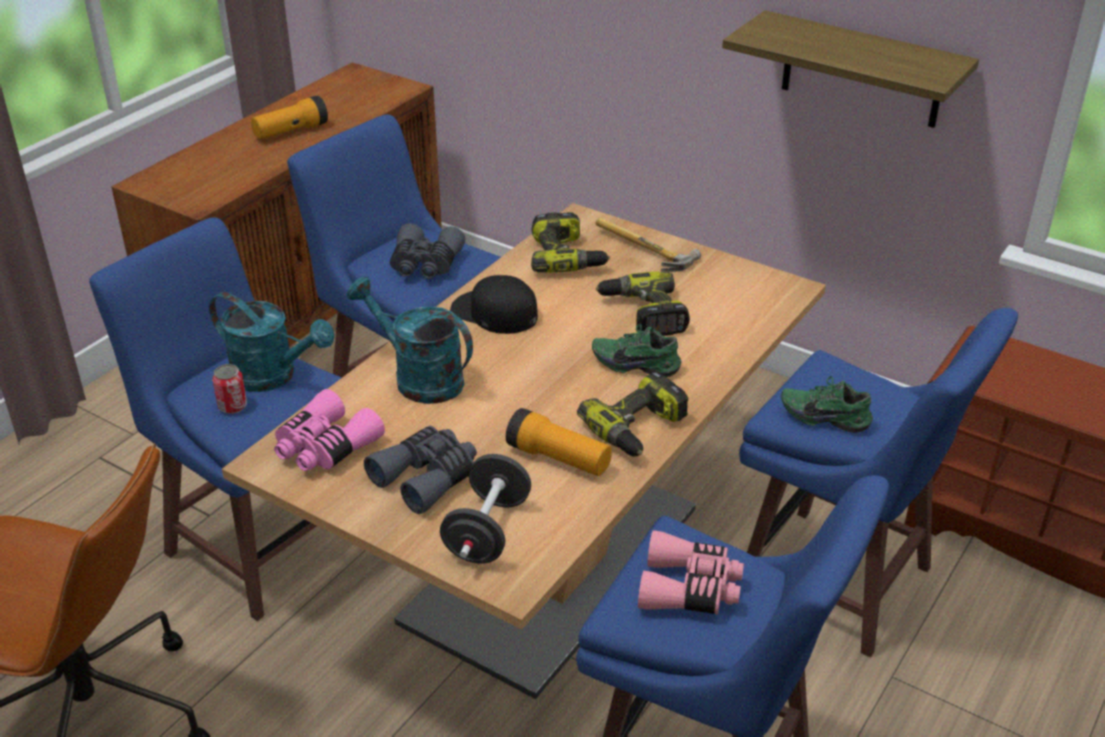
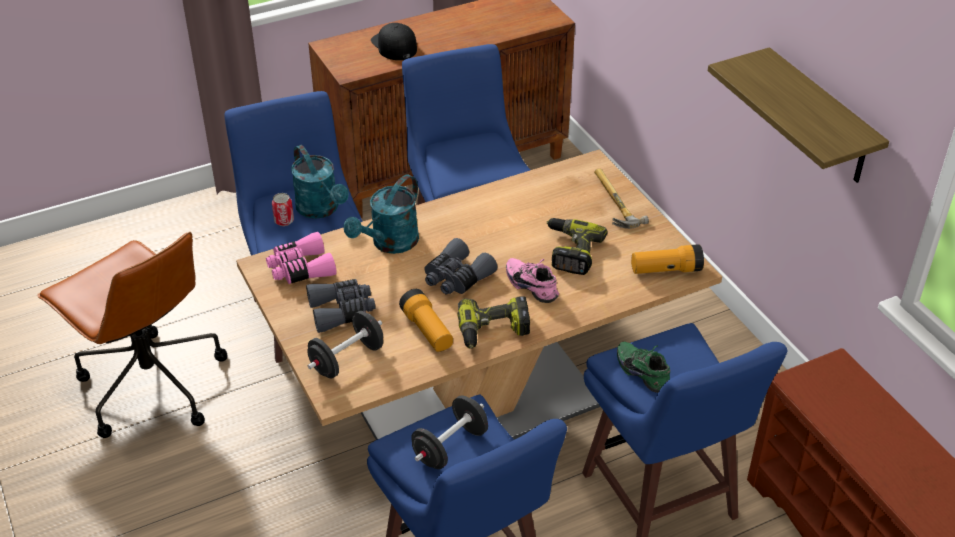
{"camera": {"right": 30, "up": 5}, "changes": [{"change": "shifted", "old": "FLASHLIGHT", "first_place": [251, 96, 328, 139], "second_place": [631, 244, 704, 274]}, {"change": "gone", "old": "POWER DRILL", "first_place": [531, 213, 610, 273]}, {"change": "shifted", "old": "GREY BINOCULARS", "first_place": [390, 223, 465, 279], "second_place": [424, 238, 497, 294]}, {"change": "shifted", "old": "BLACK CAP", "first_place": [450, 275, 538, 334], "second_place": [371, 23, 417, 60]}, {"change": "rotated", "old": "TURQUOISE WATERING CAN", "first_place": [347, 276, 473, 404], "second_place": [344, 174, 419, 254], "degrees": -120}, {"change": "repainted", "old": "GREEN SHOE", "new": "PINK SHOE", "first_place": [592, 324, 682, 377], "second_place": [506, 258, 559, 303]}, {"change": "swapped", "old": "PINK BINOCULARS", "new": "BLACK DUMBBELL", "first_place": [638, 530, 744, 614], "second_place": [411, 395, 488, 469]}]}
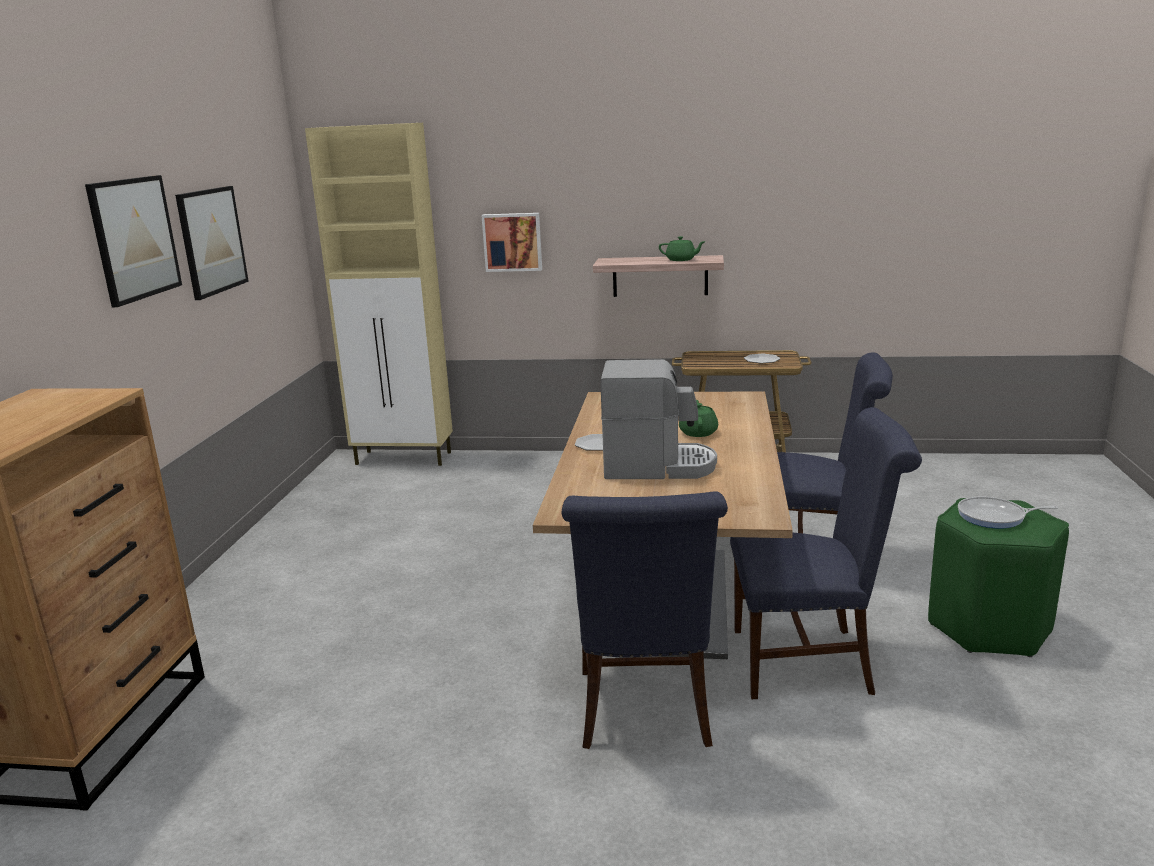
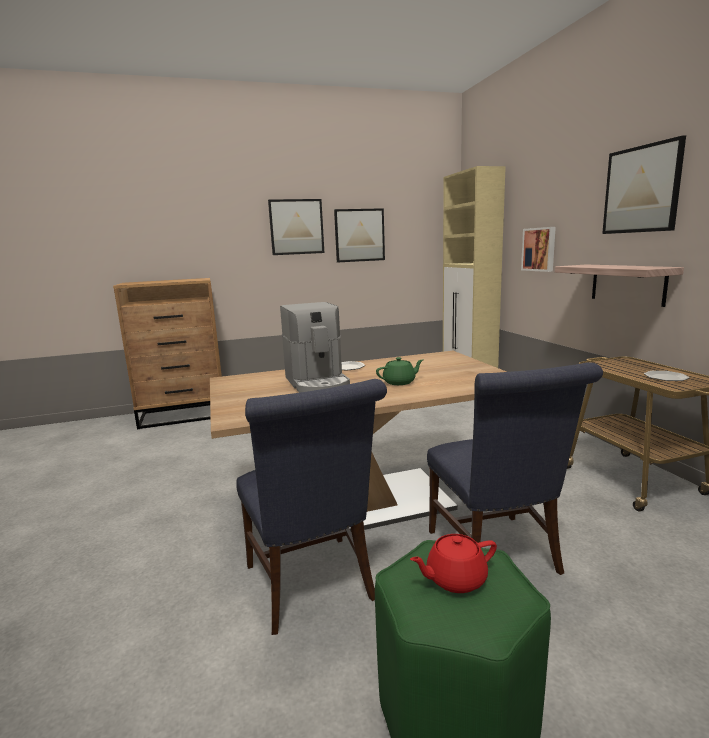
{"camera": {"right": 65, "up": -5}, "changes": [{"change": "gone", "old": "GREEN TEAPOT", "first_place": [659, 236, 706, 261]}, {"change": "gone", "old": "BLUE CHAIR", "first_place": [562, 491, 728, 749]}, {"change": "swapped", "old": "FRYING PAN", "new": "RED TEAPOT", "first_place": [958, 496, 1058, 529], "second_place": [410, 534, 497, 593]}, {"change": "new", "new": "PICTURE", "second_place": [602, 135, 686, 234]}]}
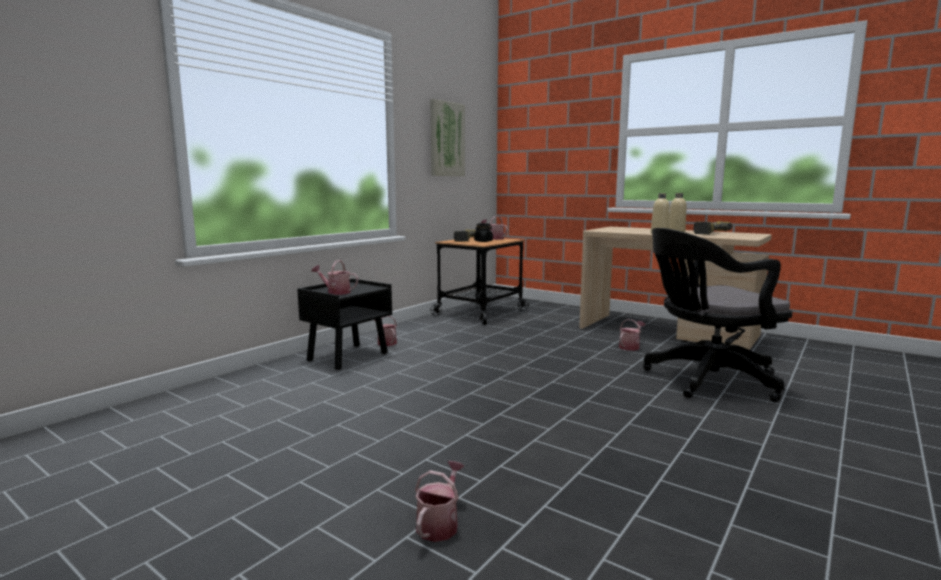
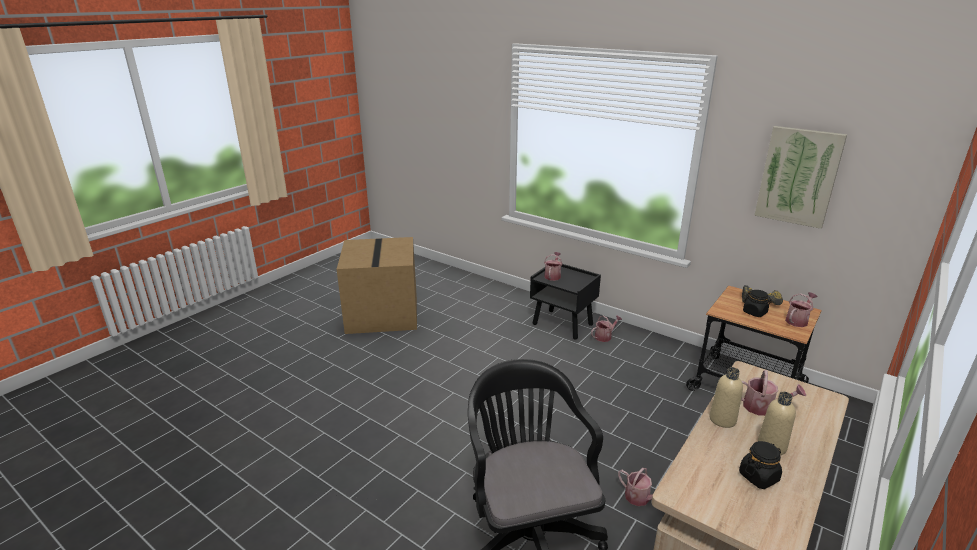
{"camera": {"right": 90, "up": 15}, "changes": [{"change": "swapped", "old": "POWER DRILL", "new": "BLACK JAR", "first_place": [693, 221, 732, 235], "second_place": [739, 441, 782, 489]}, {"change": "shifted", "old": "WATERING CAN", "first_place": [415, 461, 464, 542], "second_place": [741, 370, 806, 416]}, {"change": "new", "new": "CARDBOARD BOX", "second_place": [337, 237, 417, 334]}]}
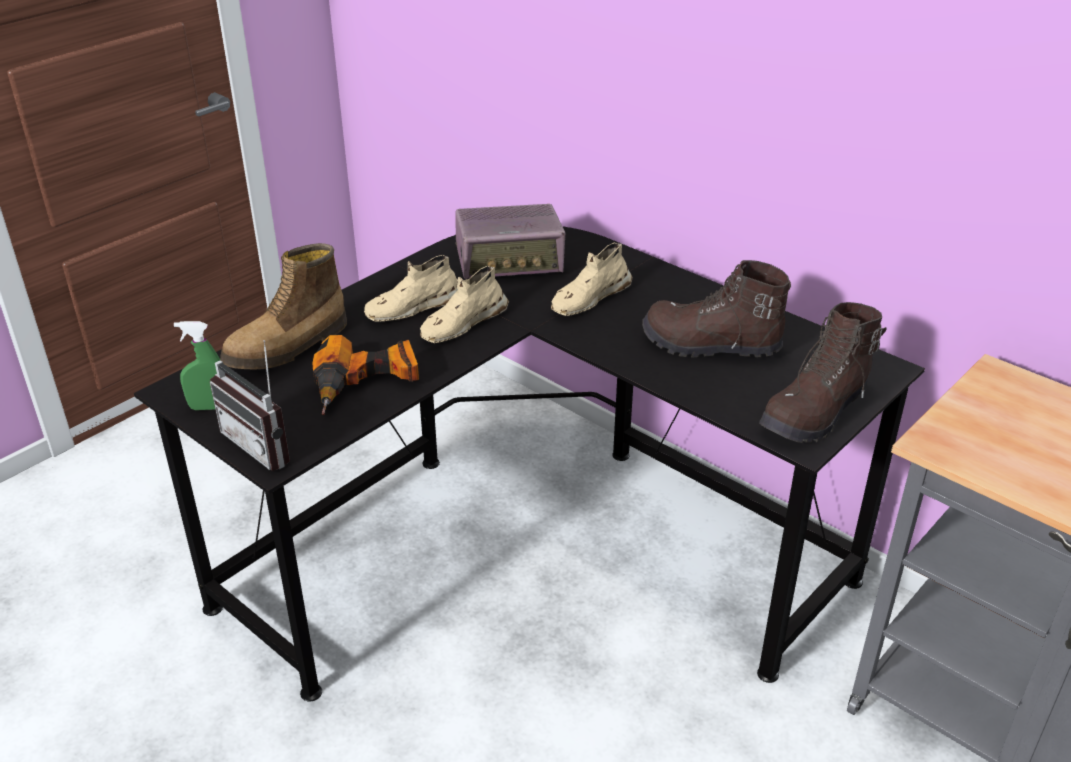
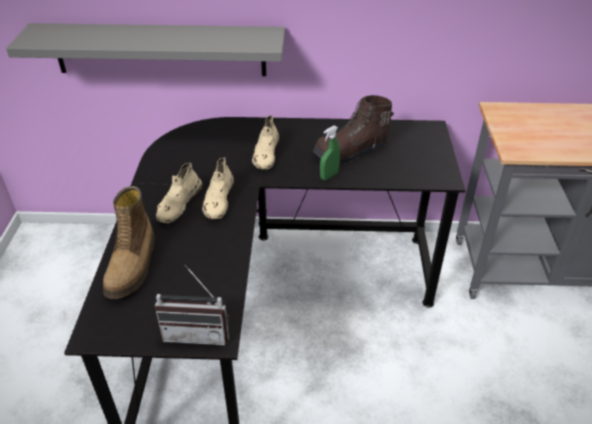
{"camera": {"right": -40, "up": 5}, "changes": [{"change": "gone", "old": "RADIO", "first_place": [455, 204, 565, 279]}, {"change": "gone", "old": "BROWN BOOT", "first_place": [759, 302, 887, 443]}, {"change": "shifted", "old": "GREEN SPRAY BOTTLE", "first_place": [174, 321, 220, 410], "second_place": [320, 126, 340, 180]}, {"change": "gone", "old": "POWER DRILL", "first_place": [312, 335, 419, 415]}, {"change": "new", "new": "GREY SHELF", "second_place": [6, 23, 285, 76]}]}
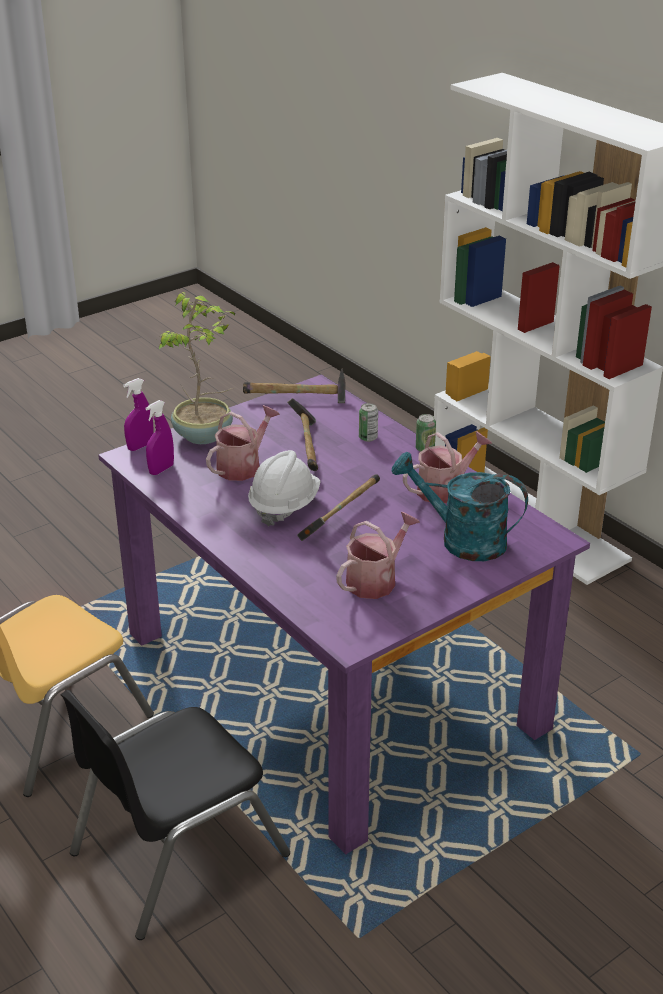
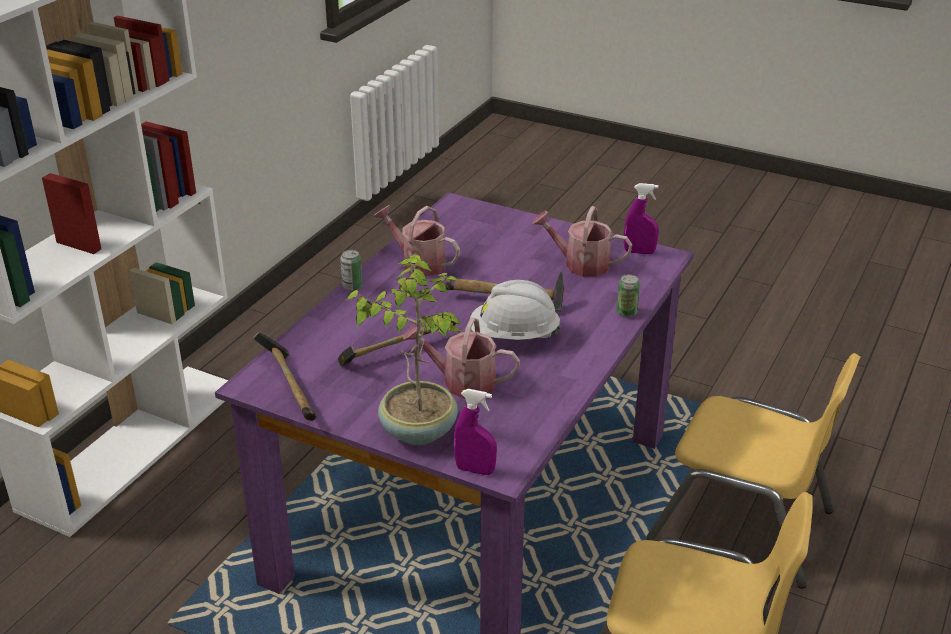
{"camera": {"right": -115, "up": 0}, "changes": [{"change": "shifted", "old": "PURPLE SPRAY BOTTLE", "first_place": [145, 400, 174, 475], "second_place": [624, 183, 659, 255]}, {"change": "shifted", "old": "CAN", "first_place": [359, 403, 378, 442], "second_place": [616, 274, 640, 317]}, {"change": "gone", "old": "TURQUOISE WATERING CAN", "first_place": [391, 452, 528, 561]}, {"change": "repainted", "old": "BLACK CHAIR", "new": "YELLOW CHAIR", "first_place": [61, 690, 290, 940], "second_place": [646, 353, 861, 589]}]}
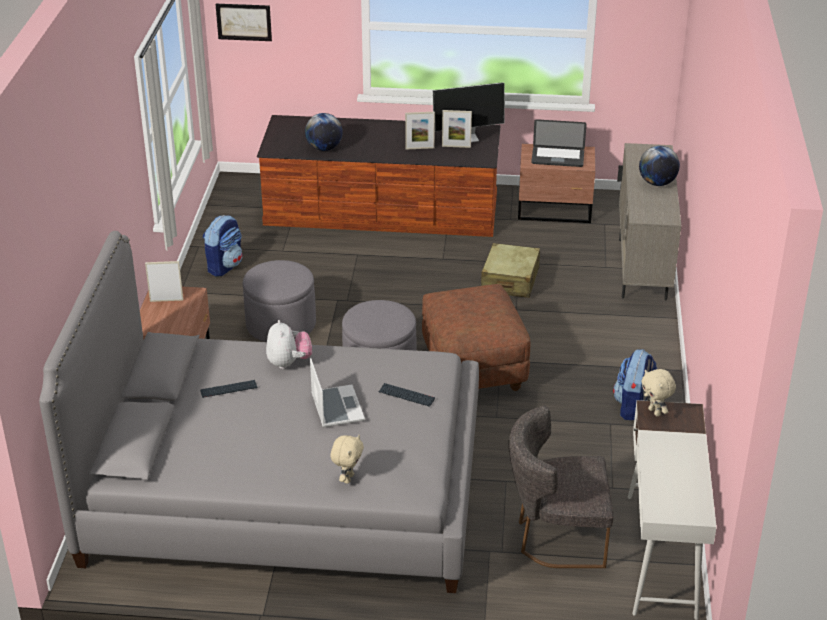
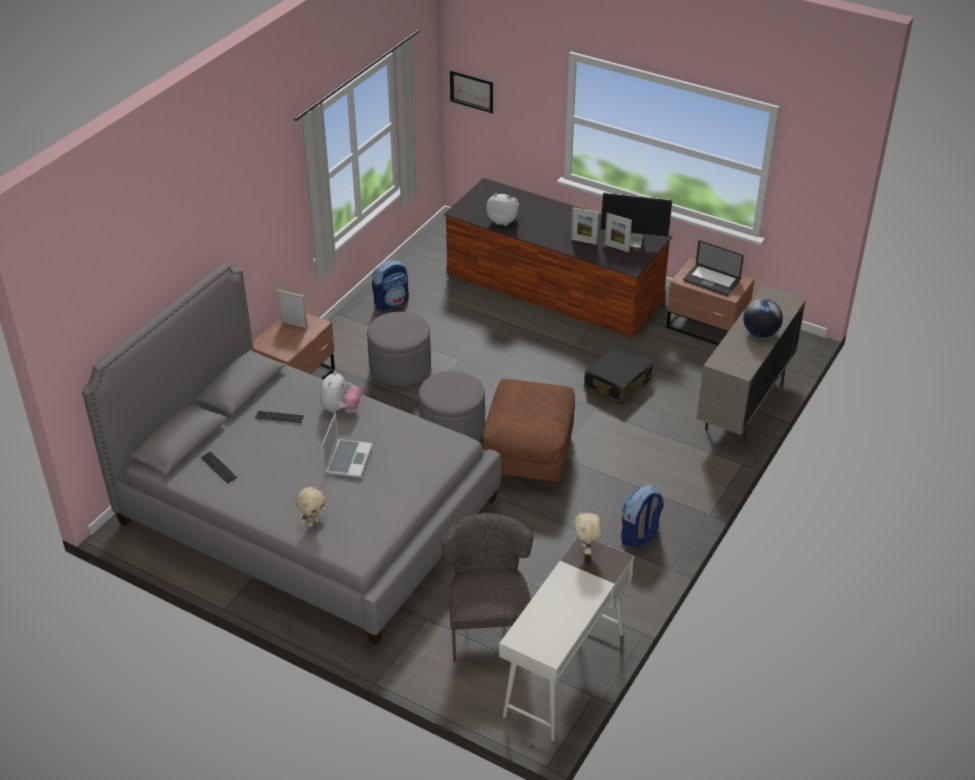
{"camera": {"right": 25, "up": 5}, "changes": [{"change": "swapped", "old": "GLOBE", "new": "PLUSH TOY", "first_place": [305, 113, 343, 151], "second_place": [486, 193, 519, 226]}, {"change": "repainted", "old": "BEIGE SUITCASE", "new": "BLACK SUITCASE", "first_place": [481, 243, 540, 298], "second_place": [584, 345, 653, 405]}, {"change": "shifted", "old": "KEYBOARD", "first_place": [379, 383, 435, 407], "second_place": [200, 451, 237, 484]}, {"change": "rotated", "old": "GREY CHAIR", "first_place": [508, 405, 613, 568], "second_place": [441, 513, 534, 662], "degrees": 60}]}
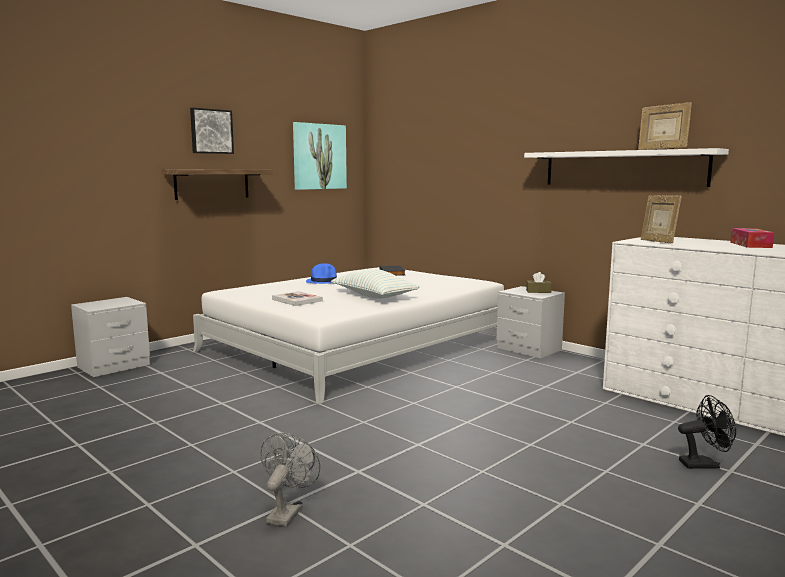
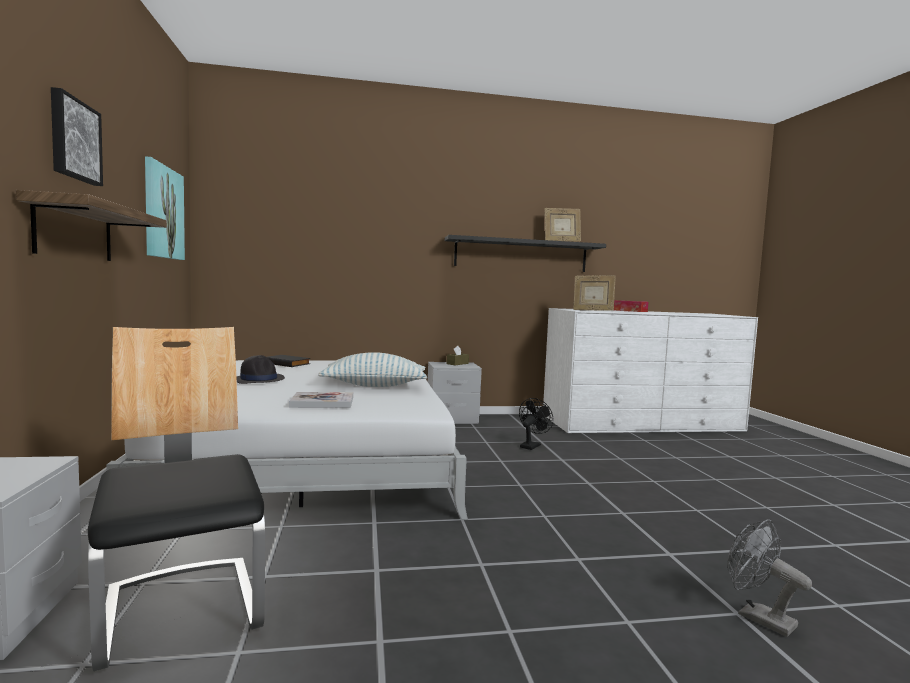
{"camera": {"right": -55, "up": -5}, "changes": [{"change": "repainted", "old": "WHITE SHELF", "new": "BLACK SHELF", "first_place": [524, 148, 729, 187], "second_place": [445, 235, 606, 272]}, {"change": "repainted", "old": "BLUE HAT", "new": "BLACK HAT", "first_place": [306, 263, 337, 284], "second_place": [237, 355, 285, 384]}, {"change": "shifted", "old": "BLACK FAN", "first_place": [678, 395, 736, 469], "second_place": [519, 398, 554, 450]}, {"change": "new", "new": "CHAIR", "second_place": [88, 327, 265, 671]}]}
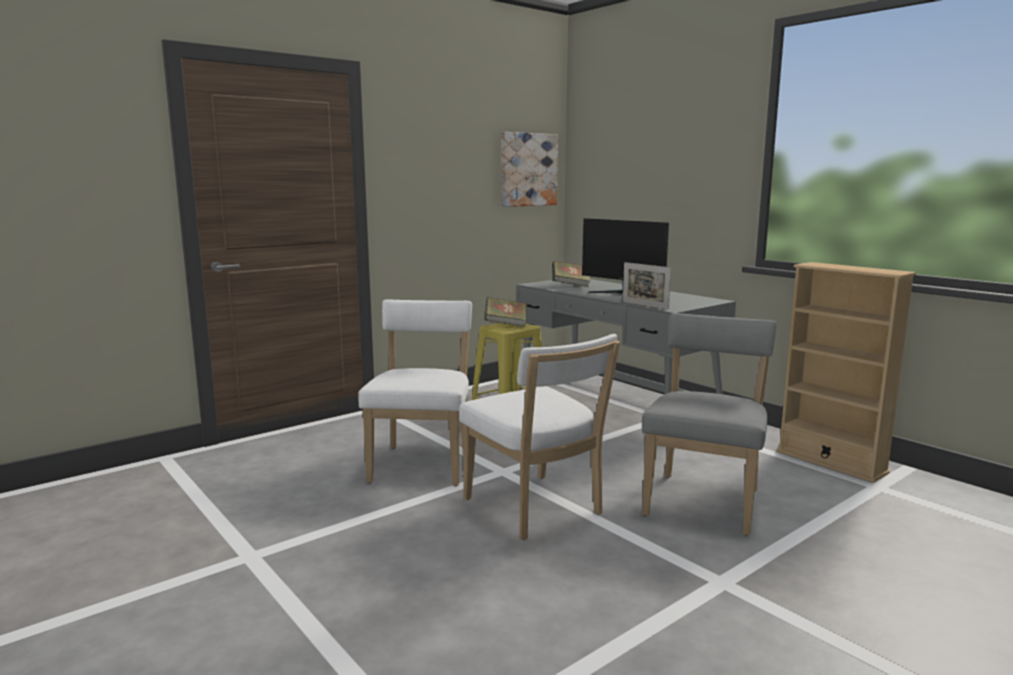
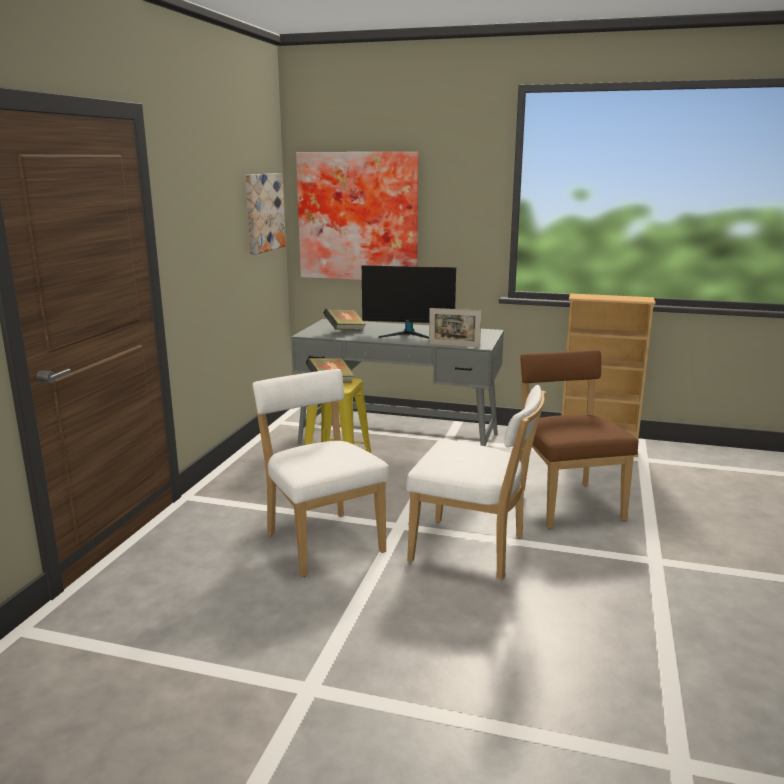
{"camera": {"right": -35, "up": 5}, "changes": [{"change": "repainted", "old": "GREY CHAIR", "new": "BROWN CHAIR", "first_place": [642, 313, 777, 535], "second_place": [520, 350, 638, 529]}, {"change": "new", "new": "PICTURE", "second_place": [296, 152, 419, 280]}]}
